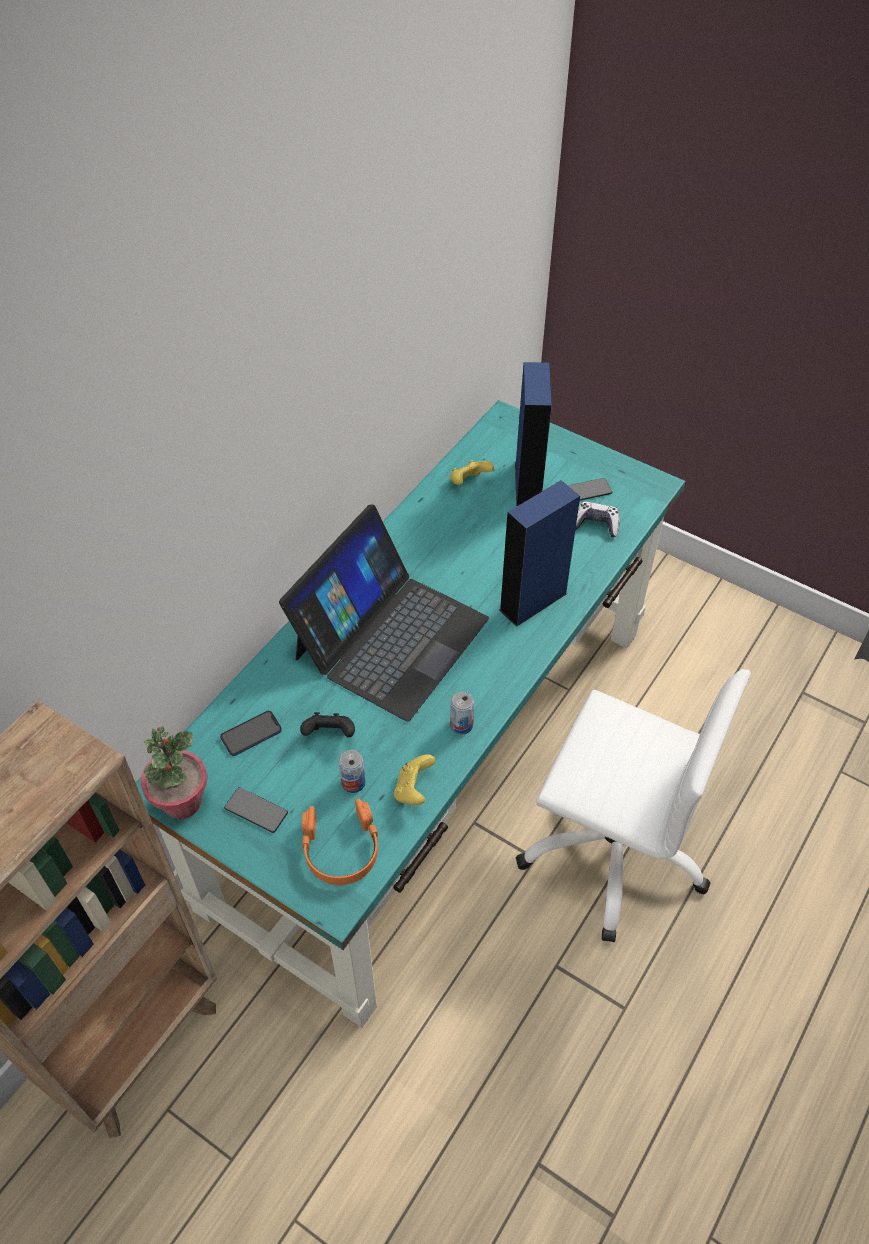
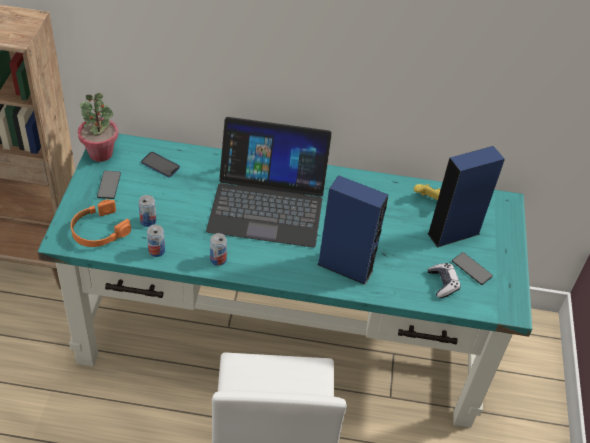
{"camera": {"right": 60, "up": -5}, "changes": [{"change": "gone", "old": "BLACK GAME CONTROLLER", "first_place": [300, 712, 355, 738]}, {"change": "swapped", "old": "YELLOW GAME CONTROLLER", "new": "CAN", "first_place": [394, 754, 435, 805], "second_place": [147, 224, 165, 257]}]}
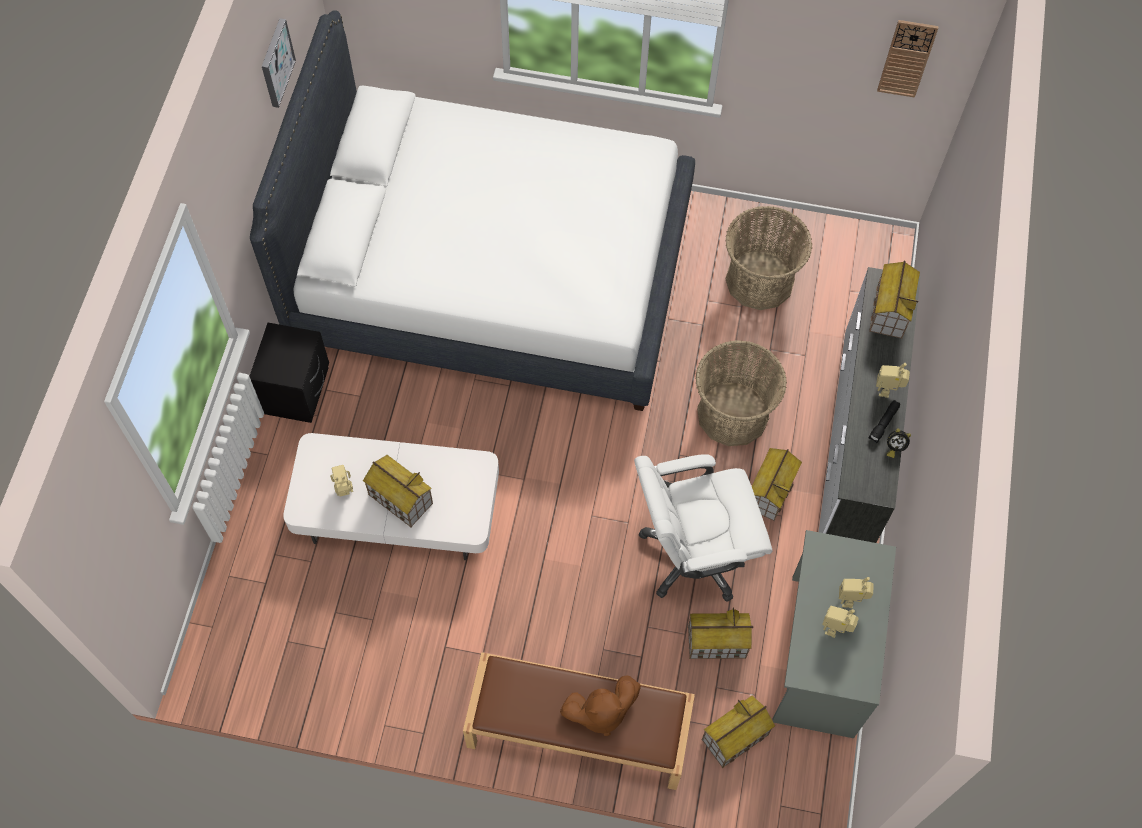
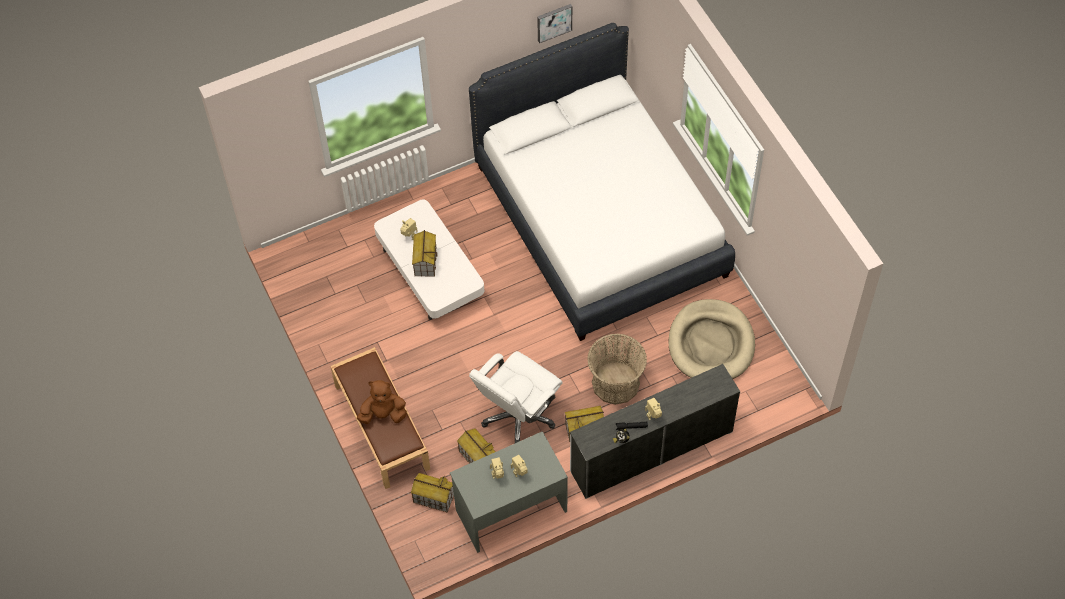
{"camera": {"right": 55, "up": -5}, "changes": [{"change": "gone", "old": "WALL CLOCK", "first_place": [877, 20, 939, 98]}, {"change": "swapped", "old": "BASKET", "new": "BEIGE DOG BED", "first_place": [725, 206, 812, 310], "second_place": [669, 299, 755, 379]}, {"change": "gone", "old": "TOY HOUSE", "first_place": [869, 261, 920, 339]}, {"change": "gone", "old": "BLACK NIGHTSTAND", "first_place": [249, 323, 329, 423]}, {"change": "rotated", "old": "WHITE OFFICE CHAIR", "first_place": [634, 454, 772, 602], "second_place": [469, 351, 563, 443], "degrees": -90}, {"change": "rotated", "old": "BROWN PLUSH TOY", "first_place": [560, 676, 641, 736], "second_place": [357, 380, 407, 424], "degrees": 135}]}
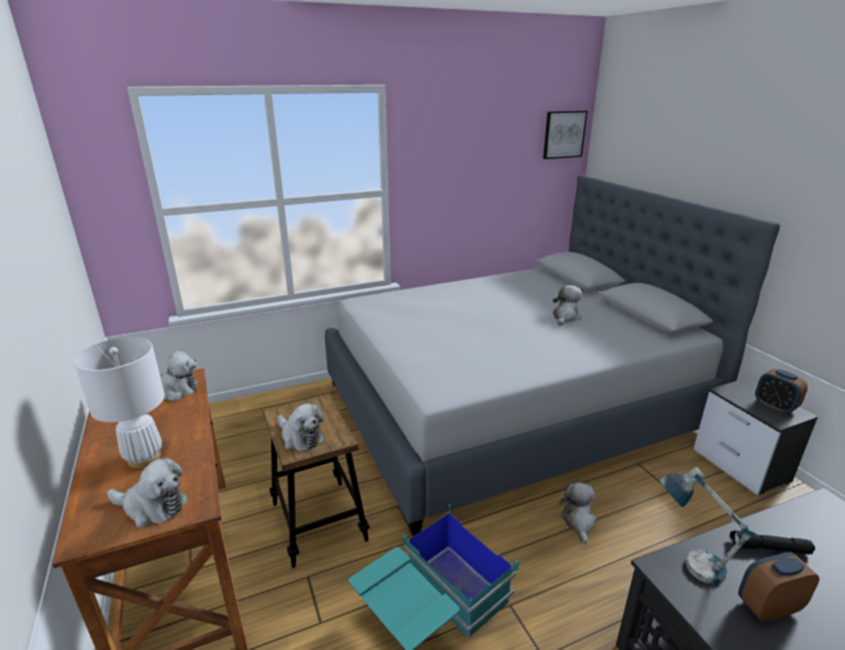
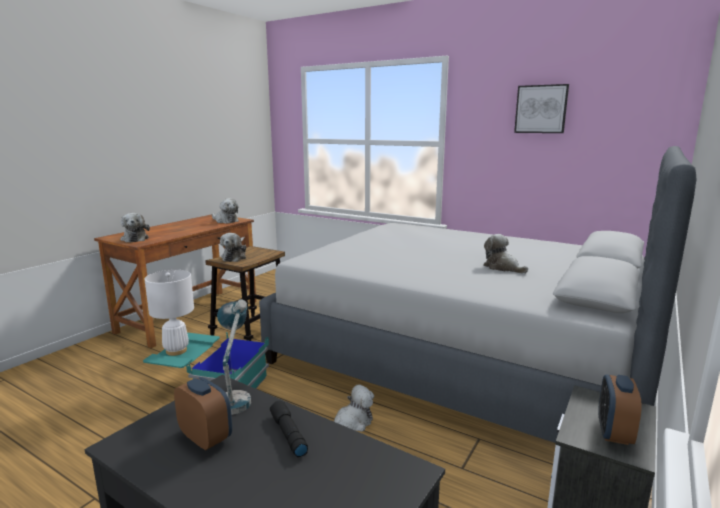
{"camera": {"right": 55, "up": -10}, "changes": [{"change": "shifted", "old": "PICTURE", "first_place": [543, 111, 587, 159], "second_place": [514, 84, 569, 133]}, {"change": "rotated", "old": "PLUSH TOY", "first_place": [553, 285, 582, 326], "second_place": [483, 234, 528, 273], "degrees": -120}, {"change": "shifted", "old": "WHITE TABLE LAMP", "first_place": [74, 337, 165, 468], "second_place": [144, 270, 194, 356]}]}
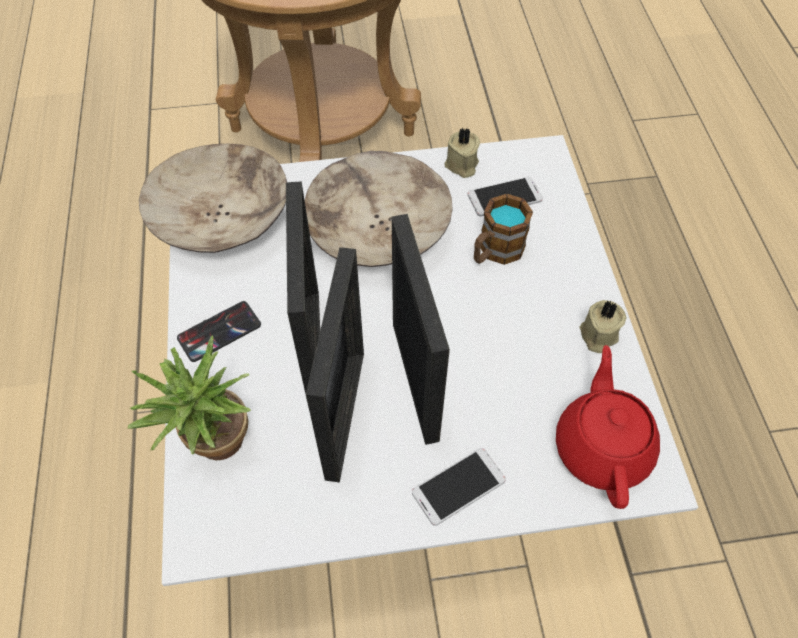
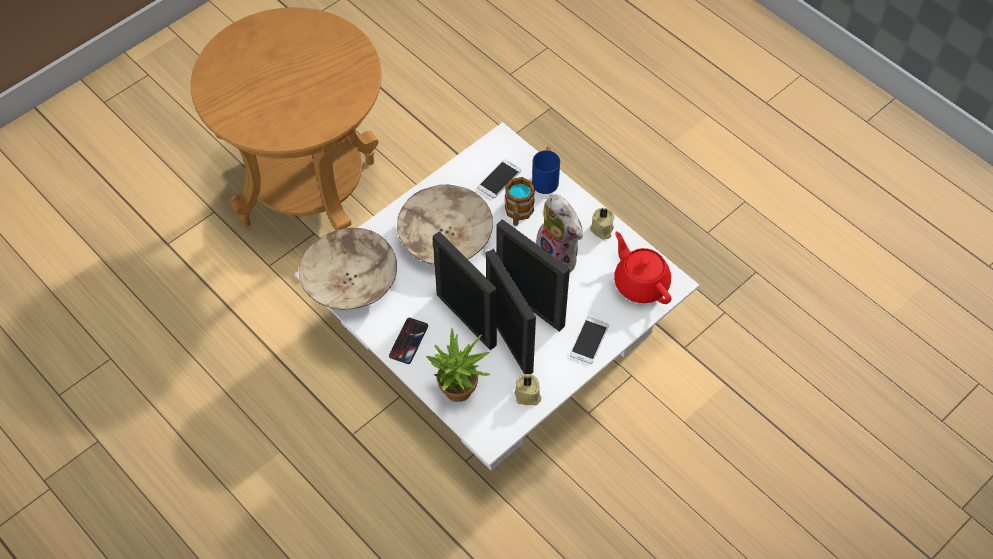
{"camera": {"right": -35, "up": 0}, "changes": [{"change": "shifted", "old": "BEIGE CANDLE", "first_place": [445, 127, 480, 178], "second_place": [515, 374, 542, 406]}, {"change": "new", "new": "BLUE MUG", "second_place": [532, 147, 560, 194]}, {"change": "new", "new": "PLUSH TOY", "second_place": [535, 194, 583, 272]}]}
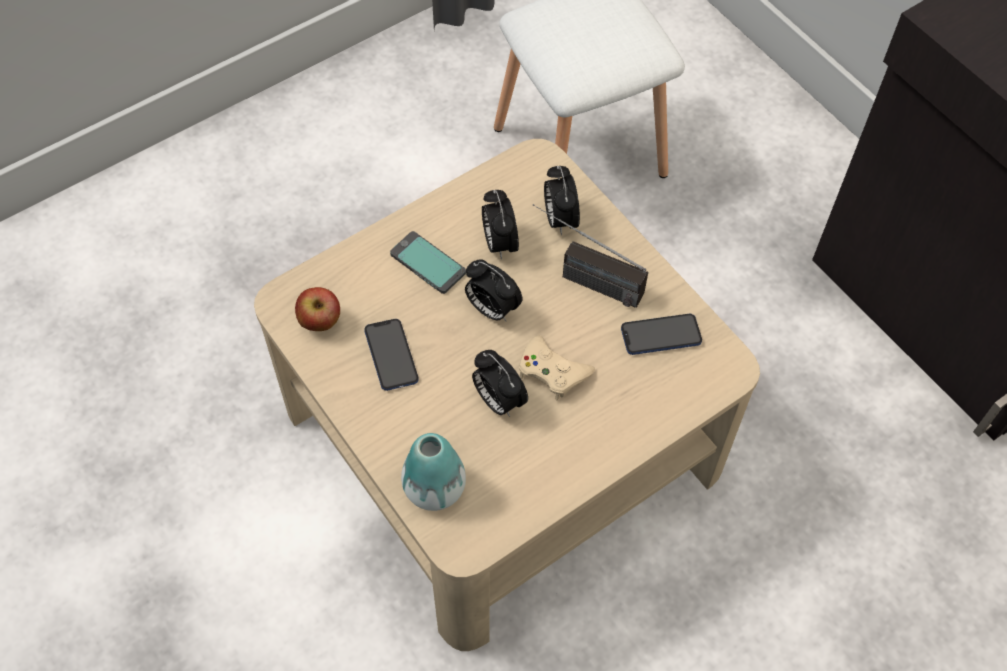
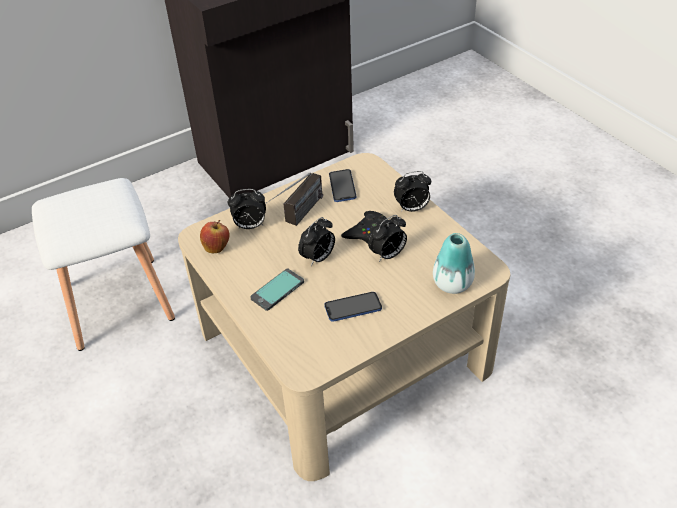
{"camera": {"right": -85, "up": -15}, "changes": [{"change": "shifted", "old": "ALARM CLOCK", "first_place": [482, 190, 519, 260], "second_place": [394, 171, 431, 212]}, {"change": "shifted", "old": "APPLE", "first_place": [295, 287, 340, 331], "second_place": [200, 220, 229, 253]}, {"change": "repainted", "old": "BEIGE GAME CONTROLLER", "new": "BLACK GAME CONTROLLER", "first_place": [519, 335, 595, 401], "second_place": [341, 211, 388, 244]}]}
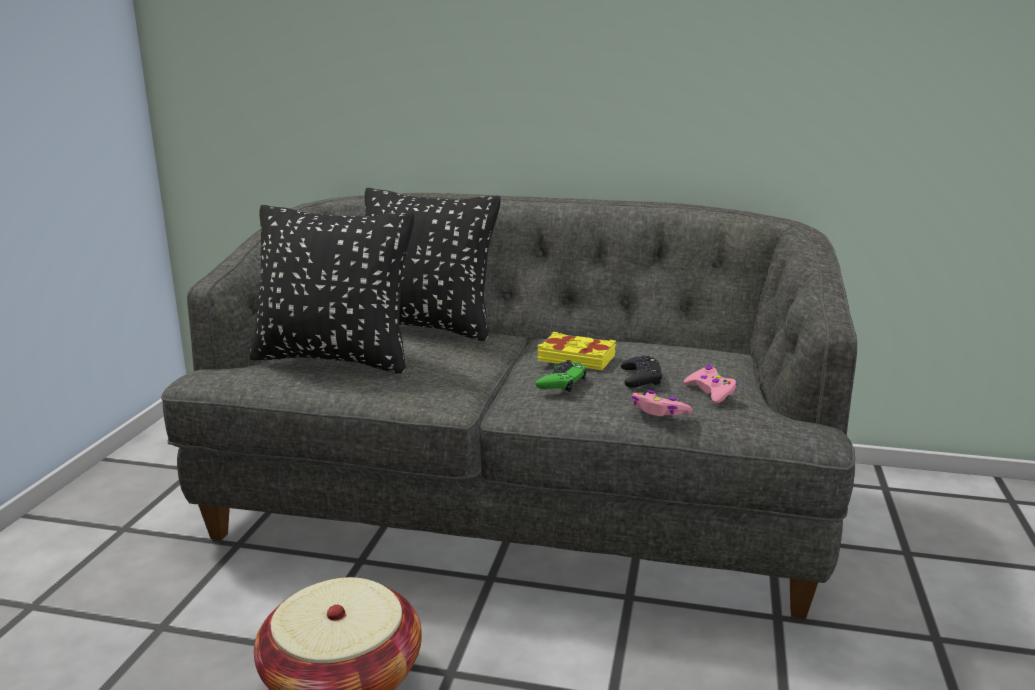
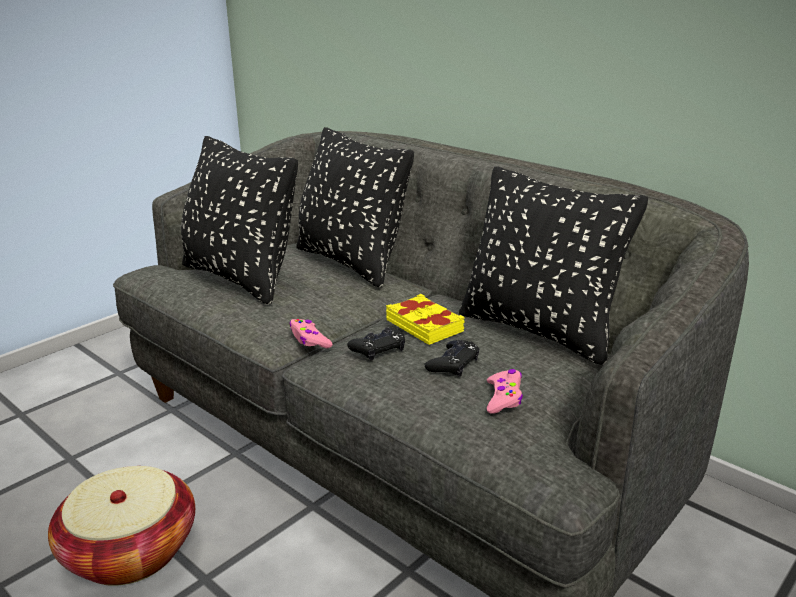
{"camera": {"right": 30, "up": 5}, "changes": [{"change": "repainted", "old": "GREEN GAME CONTROLLER", "new": "BLACK GAME CONTROLLER", "first_place": [535, 360, 587, 392], "second_place": [347, 328, 405, 360]}, {"change": "shifted", "old": "PINK GAME CONTROLLER", "first_place": [631, 390, 693, 416], "second_place": [290, 319, 333, 348]}, {"change": "new", "new": "BLACK PILLOW", "second_place": [459, 166, 648, 365]}]}
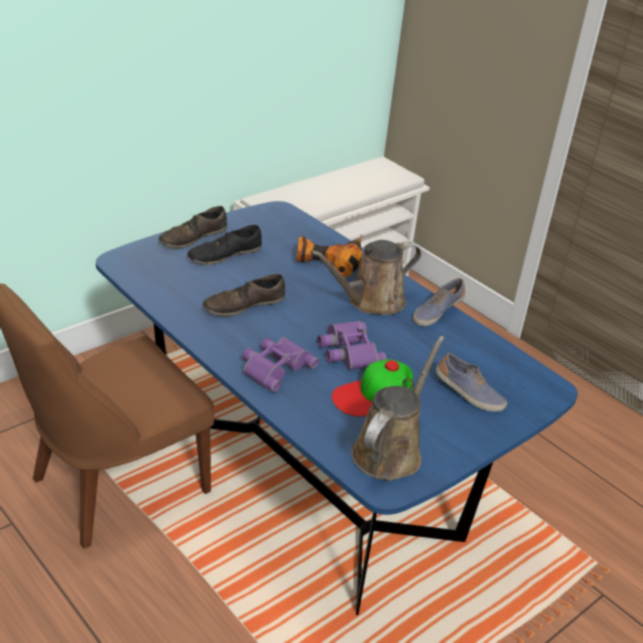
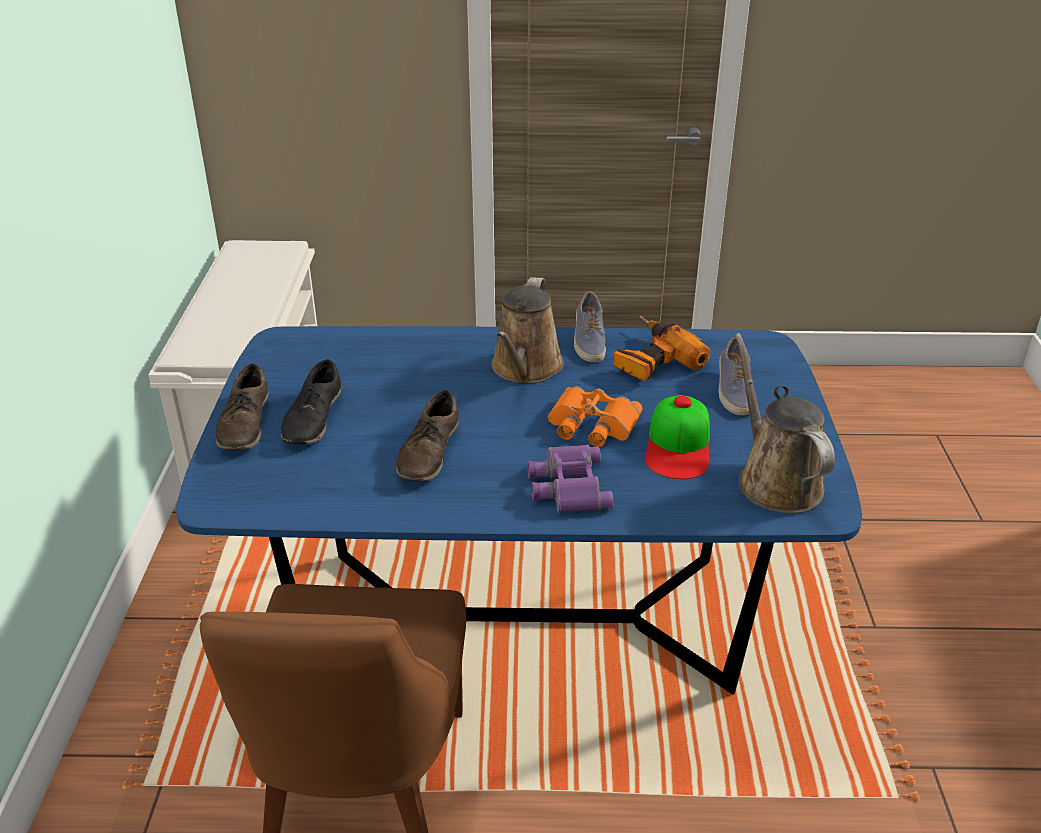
{"camera": {"right": -45, "up": 0}, "changes": [{"change": "shifted", "old": "POWER DRILL", "first_place": [297, 235, 363, 278], "second_place": [613, 315, 711, 381]}, {"change": "repainted", "old": "PURPLE BINOCULARS", "new": "ORANGE BINOCULARS", "first_place": [317, 321, 386, 370], "second_place": [548, 386, 643, 447]}, {"change": "rotated", "old": "SHOE", "first_place": [436, 353, 507, 412], "second_place": [719, 337, 750, 415], "degrees": 105}]}
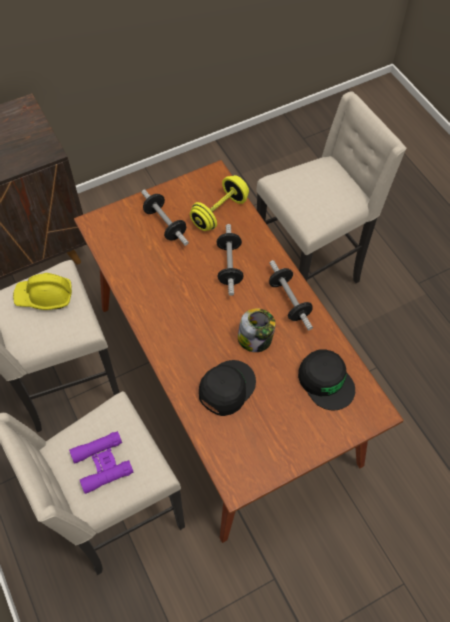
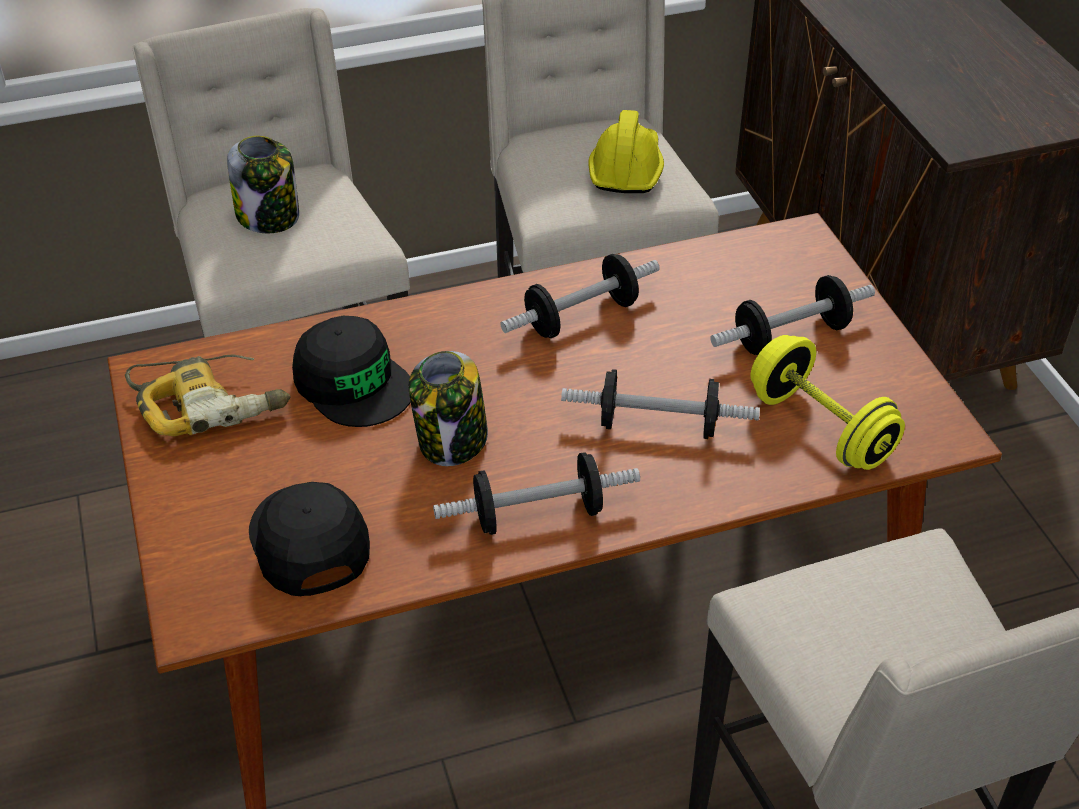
{"camera": {"right": 100, "up": -15}, "changes": [{"change": "rotated", "old": "BLACK CAP", "first_place": [298, 350, 355, 410], "second_place": [249, 482, 370, 596], "degrees": 90}, {"change": "swapped", "old": "PURPLE BINOCULARS", "new": "JAR", "first_place": [69, 431, 134, 494], "second_place": [227, 136, 299, 233]}, {"change": "new", "new": "DUMBBELL", "second_place": [500, 254, 660, 338]}, {"change": "new", "new": "POWER DRILL", "second_place": [125, 355, 291, 436]}]}
